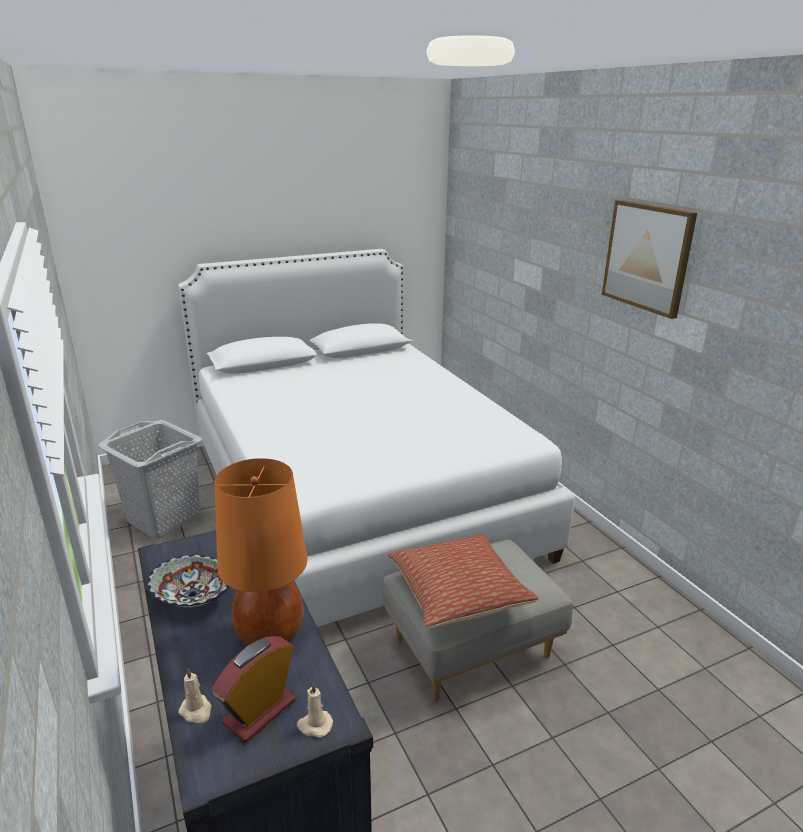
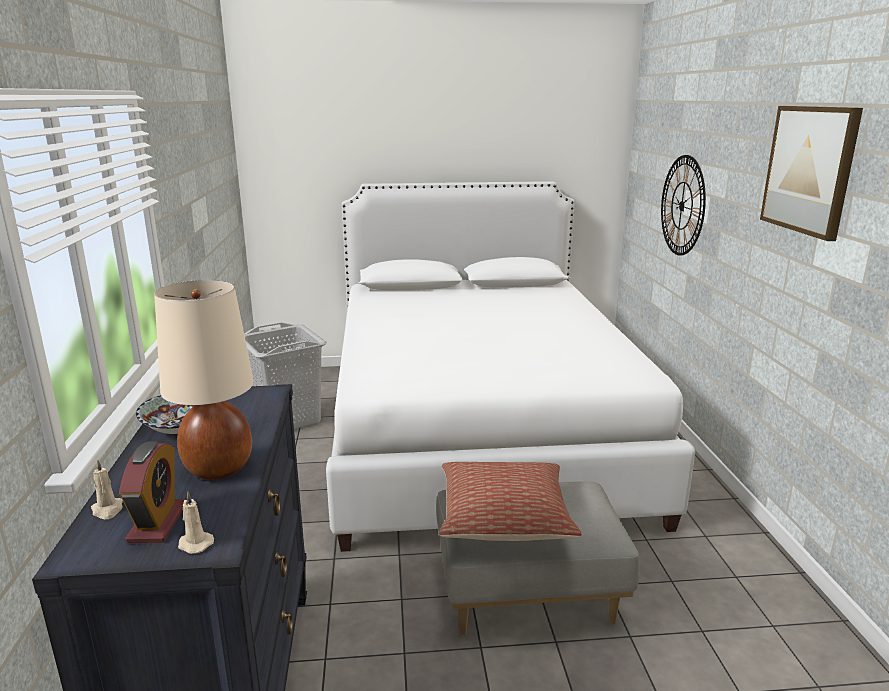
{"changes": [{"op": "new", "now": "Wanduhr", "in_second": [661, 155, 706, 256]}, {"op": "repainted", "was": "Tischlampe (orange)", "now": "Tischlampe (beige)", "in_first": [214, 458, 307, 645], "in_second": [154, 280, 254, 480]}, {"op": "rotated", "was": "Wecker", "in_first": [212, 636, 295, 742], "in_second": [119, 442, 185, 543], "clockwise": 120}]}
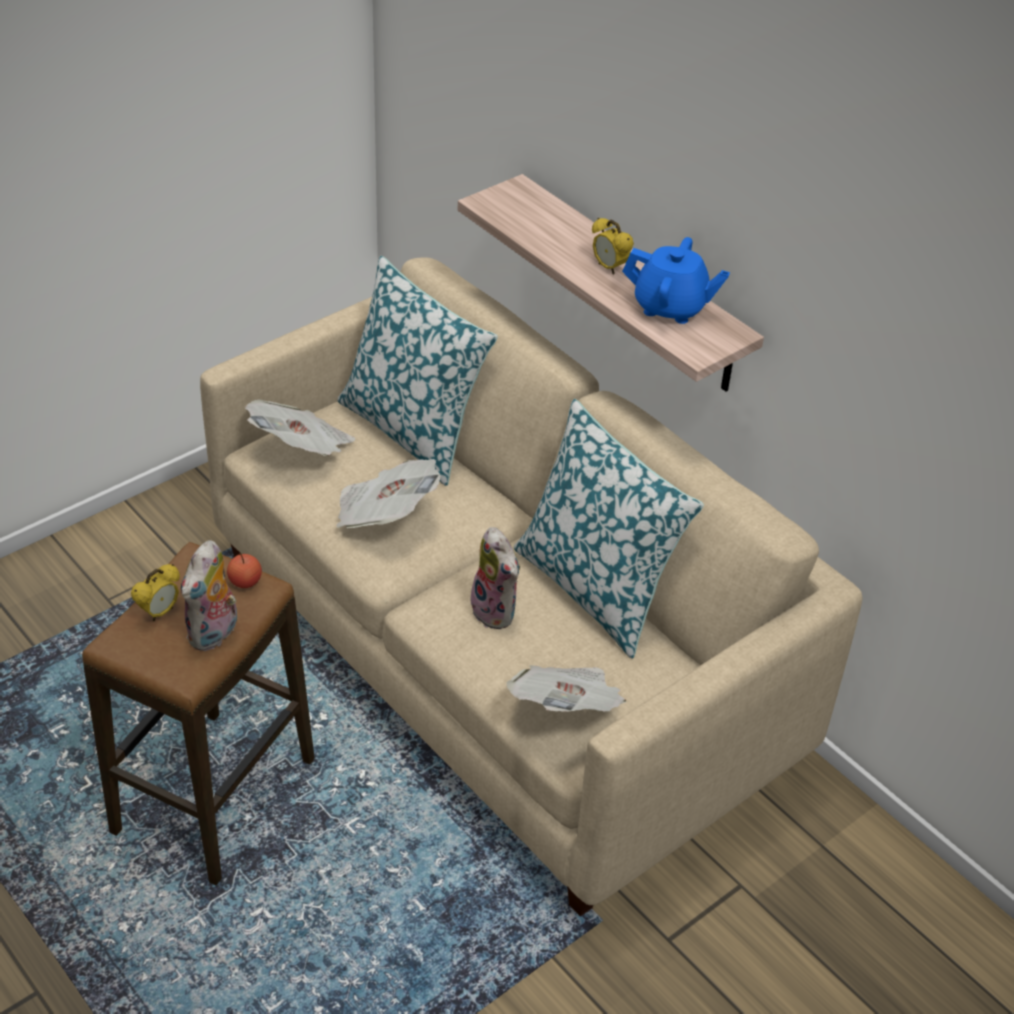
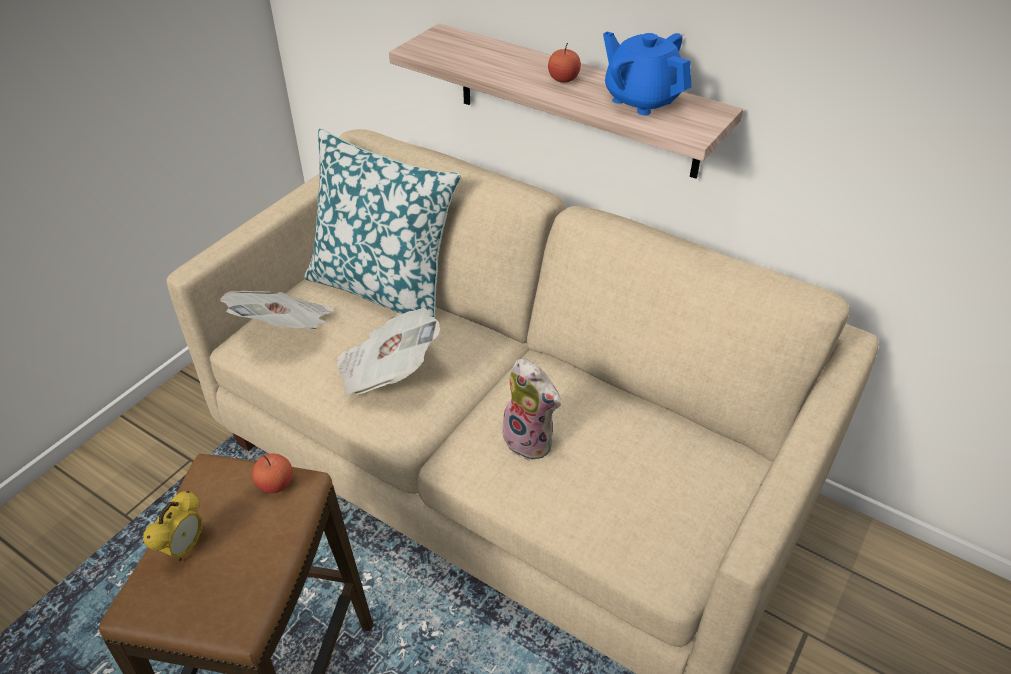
{"changes": [{"op": "gone", "was": "Plüschtier", "in_first": [181, 540, 237, 651]}, {"op": "gone", "was": "Zeitung", "in_first": [506, 665, 626, 712]}, {"op": "gone", "was": "Kissen", "in_first": [514, 399, 704, 659]}, {"op": "swapped", "was": "Wecker", "now": "Apfel", "in_first": [592, 218, 634, 275], "in_second": [548, 43, 581, 83]}, {"op": "rotated", "was": "Teekanne (blau)", "in_first": [622, 237, 730, 324], "in_second": [603, 31, 692, 116], "clockwise": -135}]}
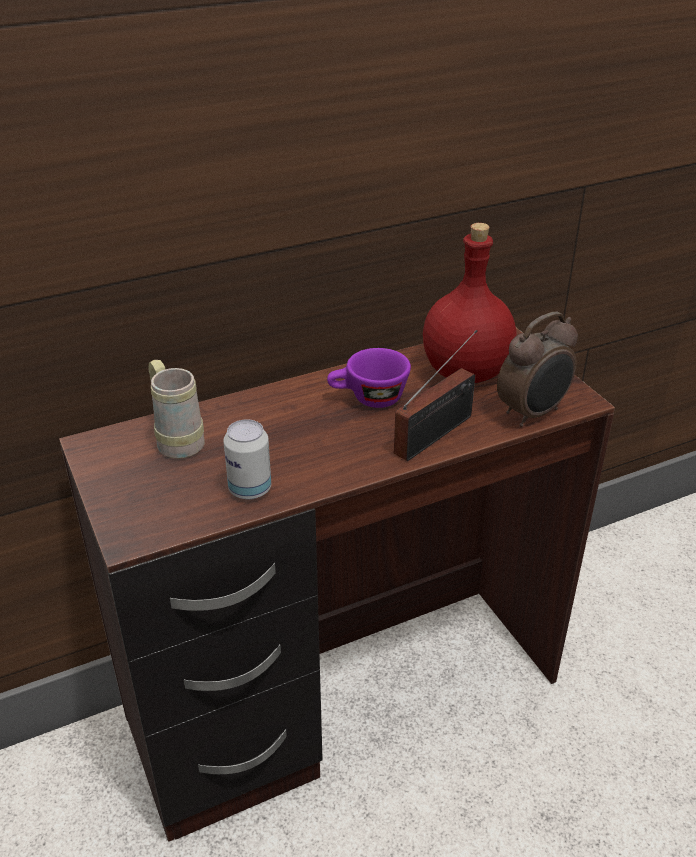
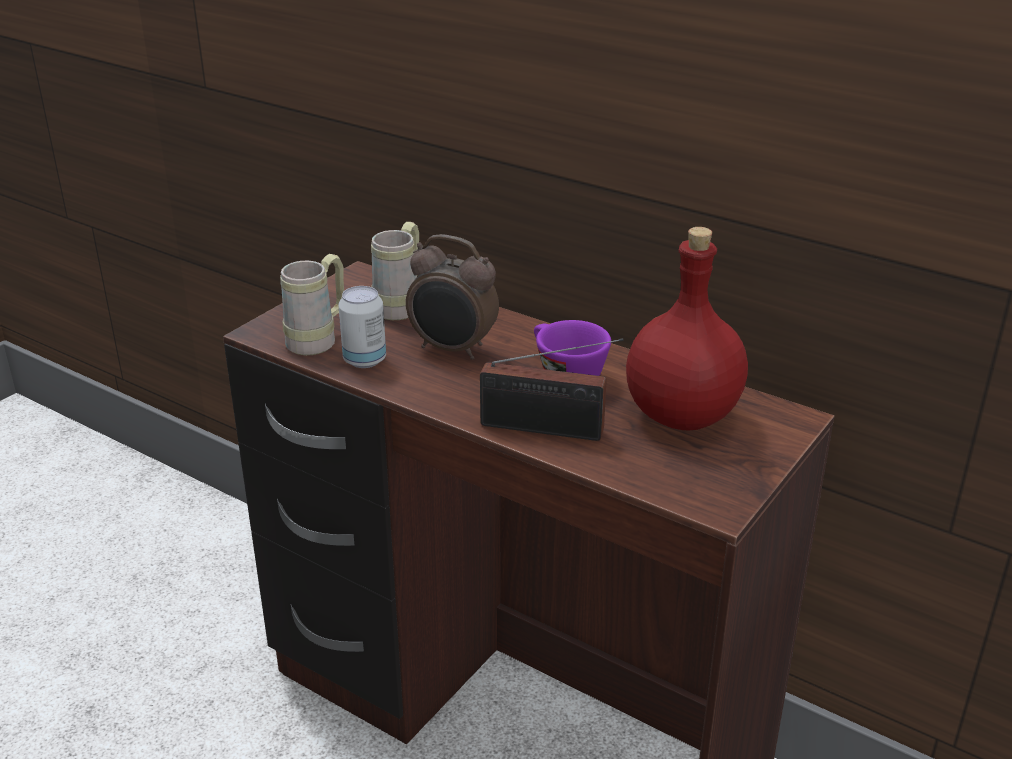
{"changes": [{"op": "new", "now": "Henkelbecher (beige)", "in_second": [280, 254, 344, 355]}, {"op": "shifted", "was": "Wecker", "in_first": [497, 312, 578, 427], "in_second": [406, 234, 499, 360]}]}
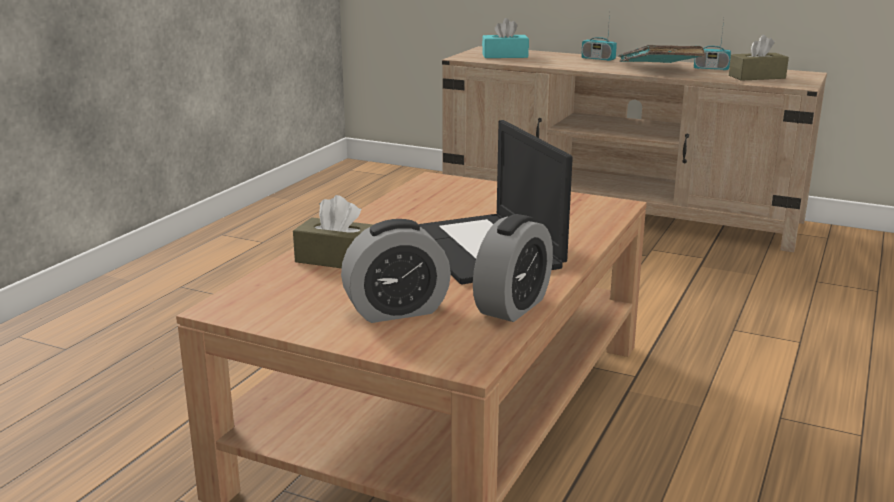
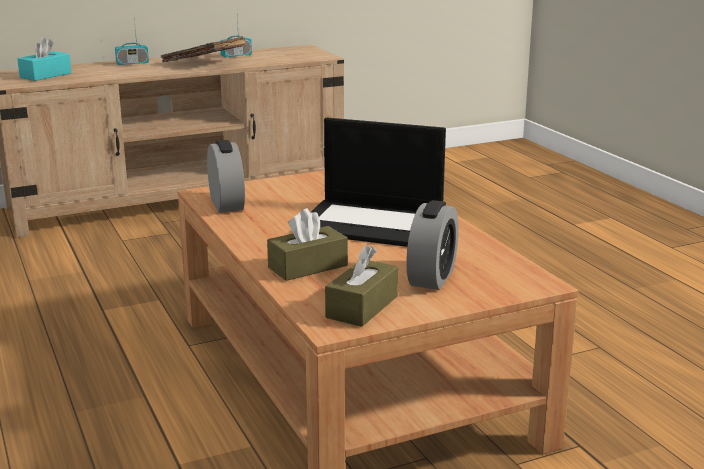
{"changes": [{"op": "shifted", "was": "Wecker", "in_first": [473, 214, 553, 322], "in_second": [207, 140, 245, 213]}, {"op": "shifted", "was": "Taschentuchbox (braun)", "in_first": [729, 35, 789, 81], "in_second": [325, 245, 398, 327]}, {"op": "repainted", "was": "Buch (türkis)", "now": "Buch (braun)", "in_first": [618, 45, 704, 63], "in_second": [161, 37, 246, 62]}]}
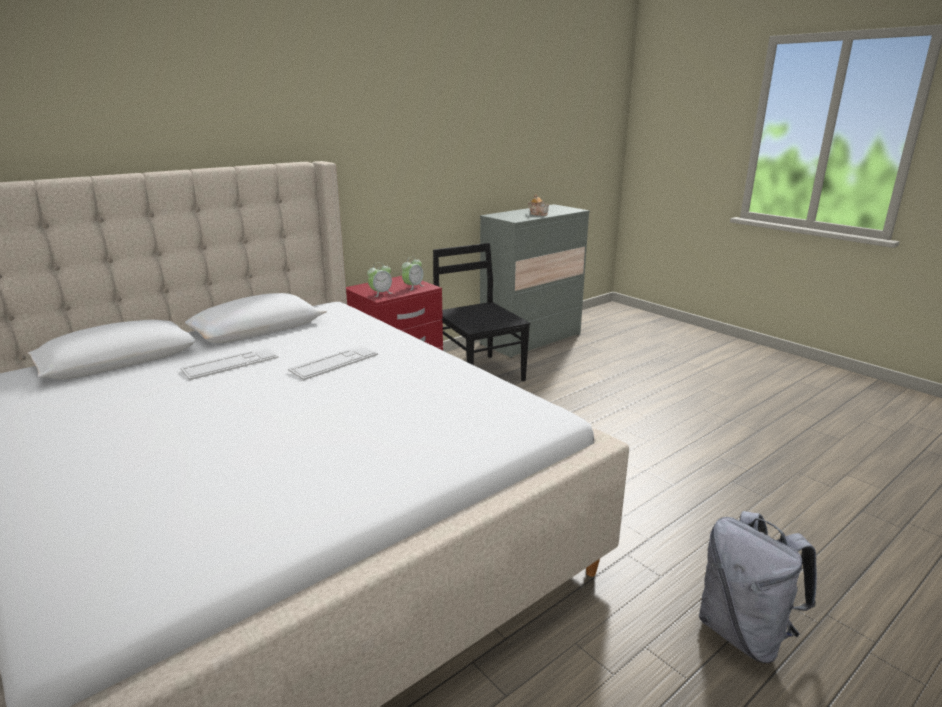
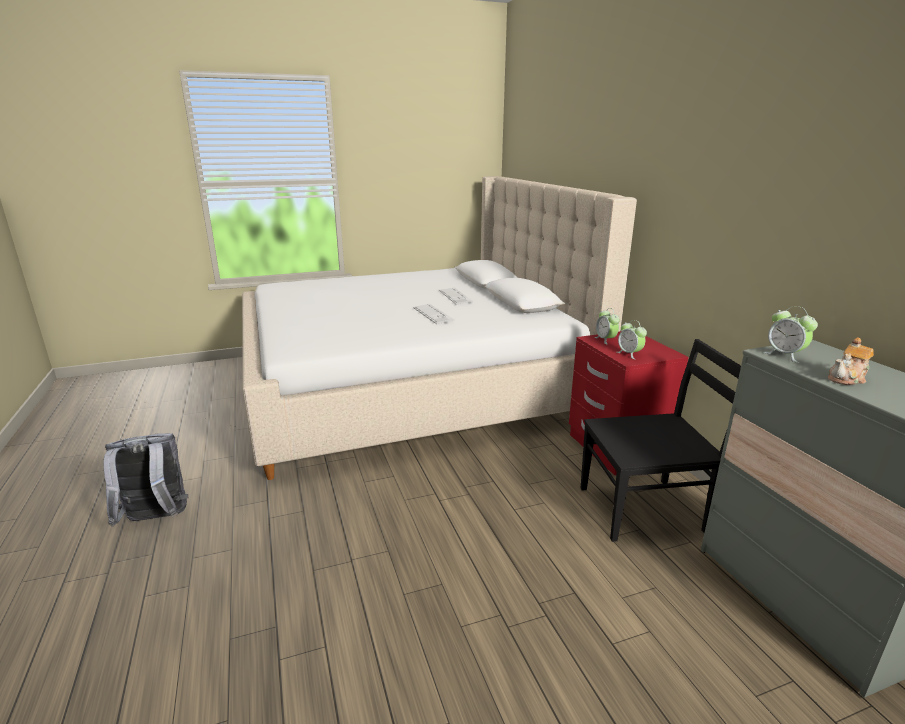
{"changes": [{"op": "new", "now": "Wecker", "in_second": [763, 306, 818, 363]}]}
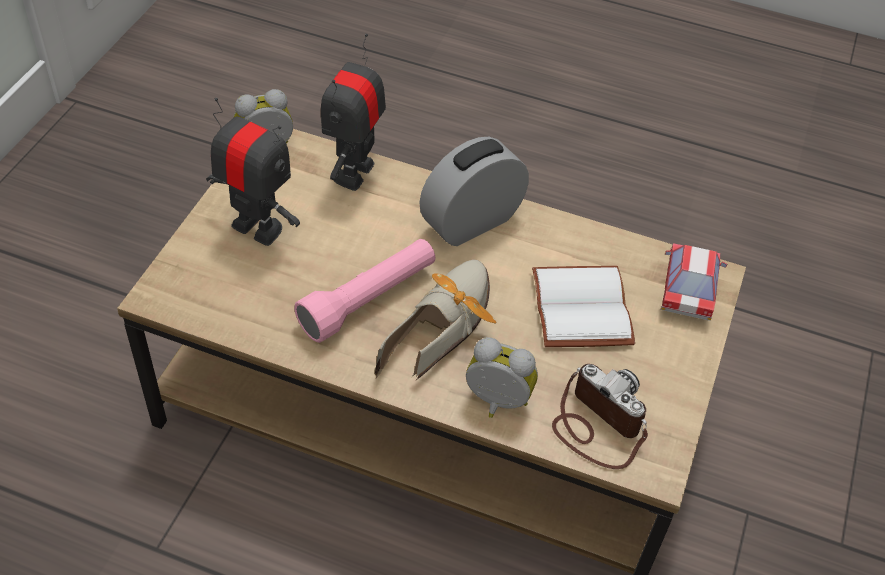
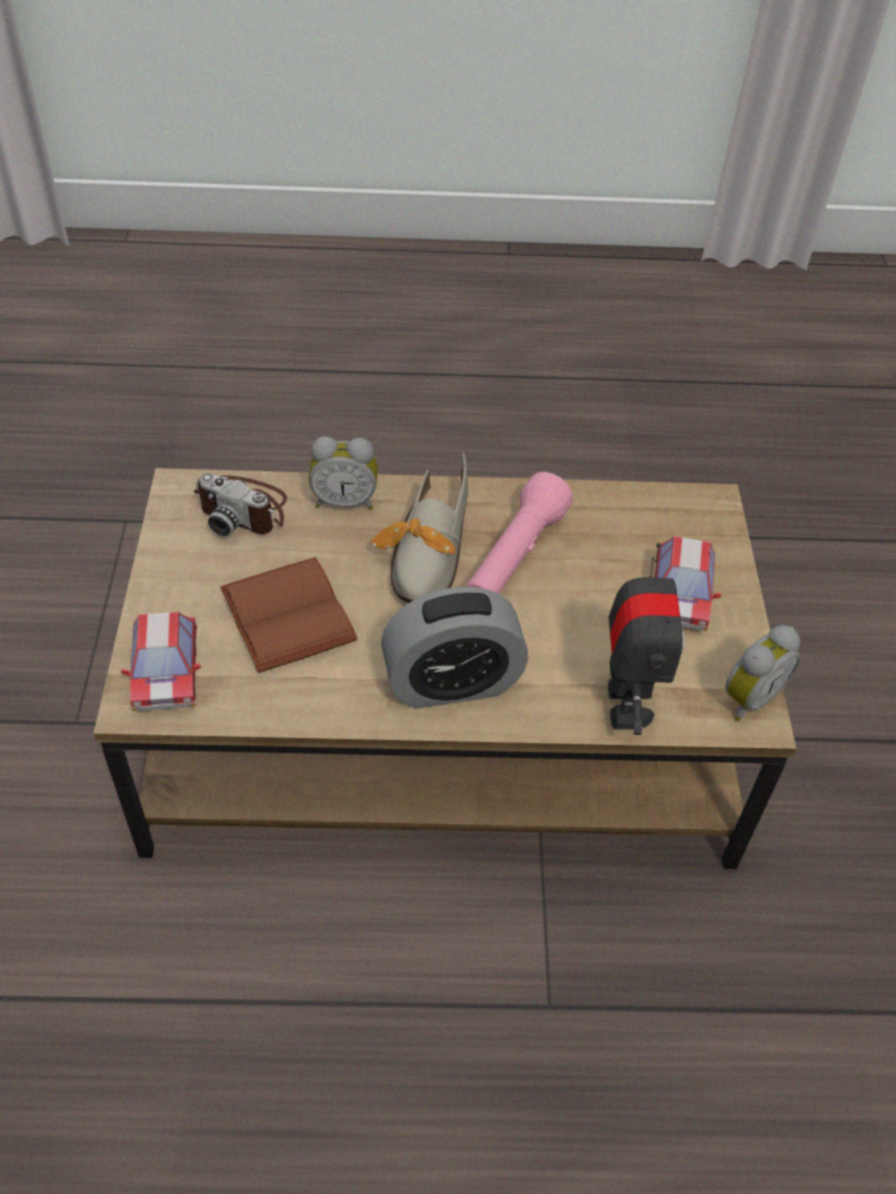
{"changes": [{"op": "swapped", "was": "Spielzeugroboter", "now": "Spielzeugauto", "in_first": [206, 98, 300, 246], "in_second": [655, 536, 721, 631]}, {"op": "repainted", "was": "Buch (weiß)", "now": "Buch (braun)", "in_first": [532, 266, 635, 347], "in_second": [220, 557, 358, 673]}, {"op": "rotated", "was": "Wecker", "in_first": [419, 137, 529, 246], "in_second": [381, 587, 528, 709], "clockwise": 45}]}
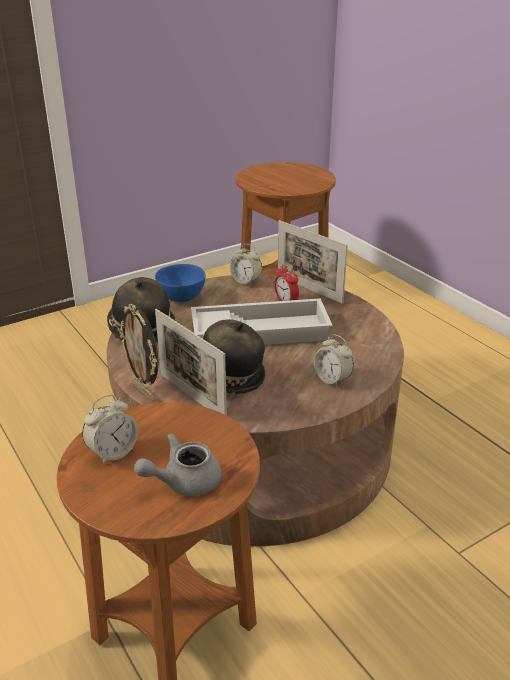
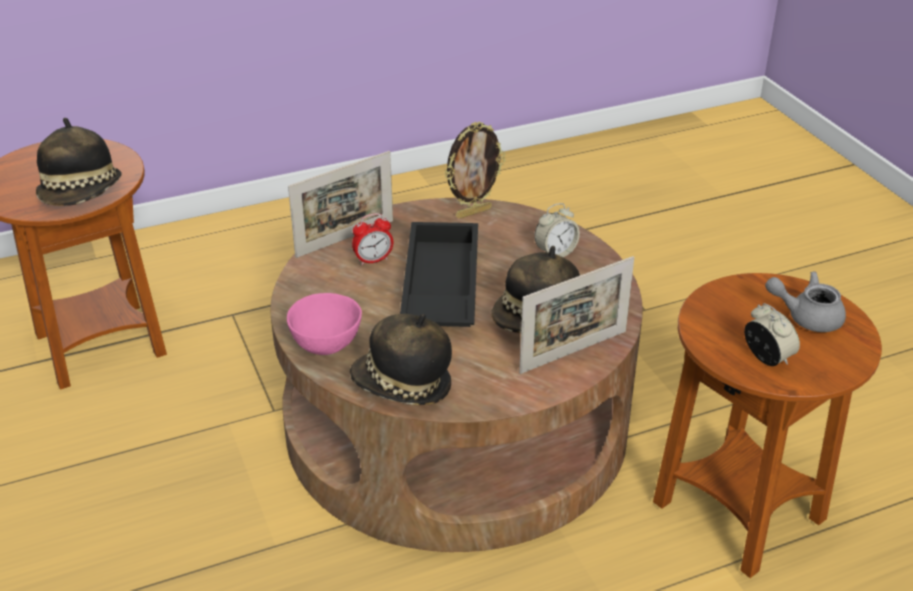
{"changes": [{"op": "gone", "was": "Wecker", "in_first": [230, 244, 262, 286]}, {"op": "new", "now": "Hut", "in_second": [36, 118, 122, 206]}, {"op": "shifted", "was": "Bilderrahmen", "in_first": [119, 304, 159, 402], "in_second": [444, 122, 505, 219]}, {"op": "repainted", "was": "Schüssel (blau)", "now": "Schüssel (rosa)", "in_first": [155, 264, 206, 302], "in_second": [287, 293, 362, 355]}, {"op": "repainted", "was": "Tablett (weiß)", "now": "Tablett (schwarz)", "in_first": [191, 298, 333, 345], "in_second": [400, 222, 478, 327]}, {"op": "rotated", "was": "Teekanne (grau)", "in_first": [134, 433, 221, 496], "in_second": [765, 271, 846, 332], "clockwise": 120}]}
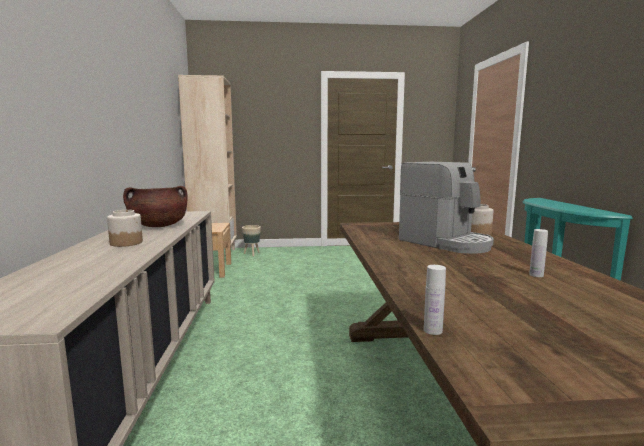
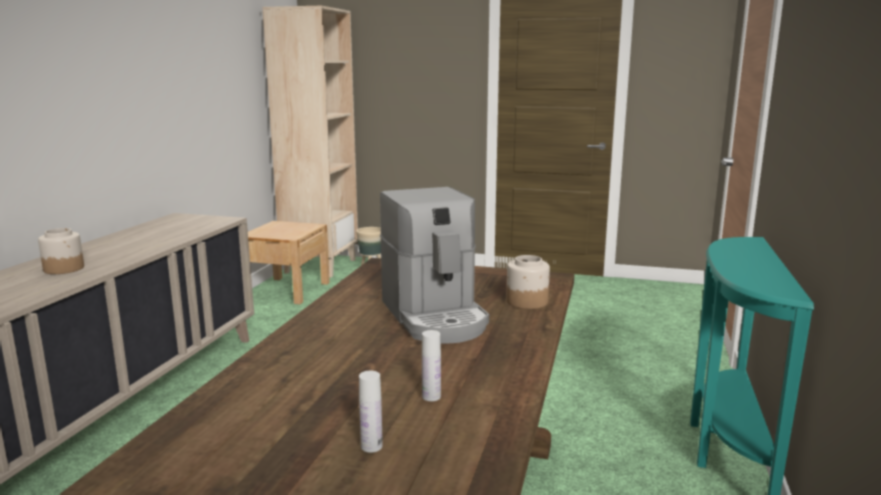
{"changes": [{"op": "gone", "was": "Kochtopf (braun)", "in_first": [123, 186, 188, 227]}, {"op": "shifted", "was": "Flasche (weiß)", "in_first": [424, 265, 446, 335], "in_second": [359, 371, 383, 453]}]}
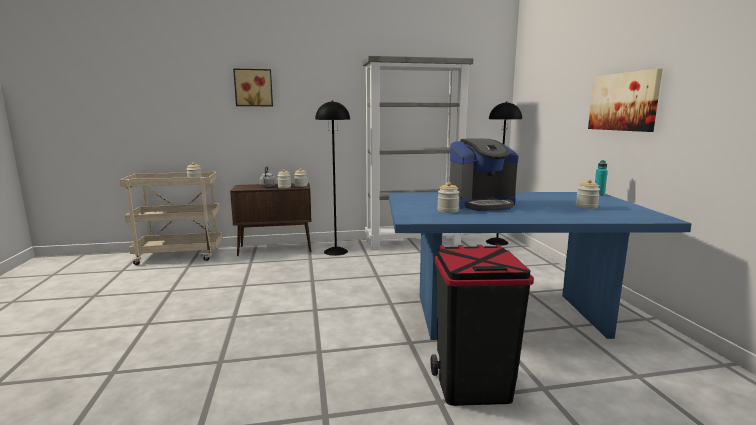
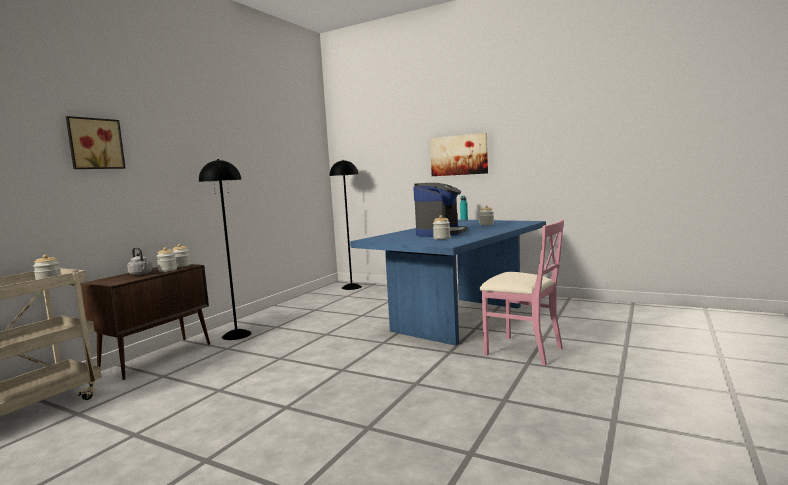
{"changes": [{"op": "gone", "was": "Bücherregal (grau)", "in_first": [362, 56, 473, 250]}, {"op": "swapped", "was": "Mülleimer (schwarz)", "now": "Stuhl (rosa)", "in_first": [431, 244, 534, 406], "in_second": [480, 220, 564, 366]}]}
